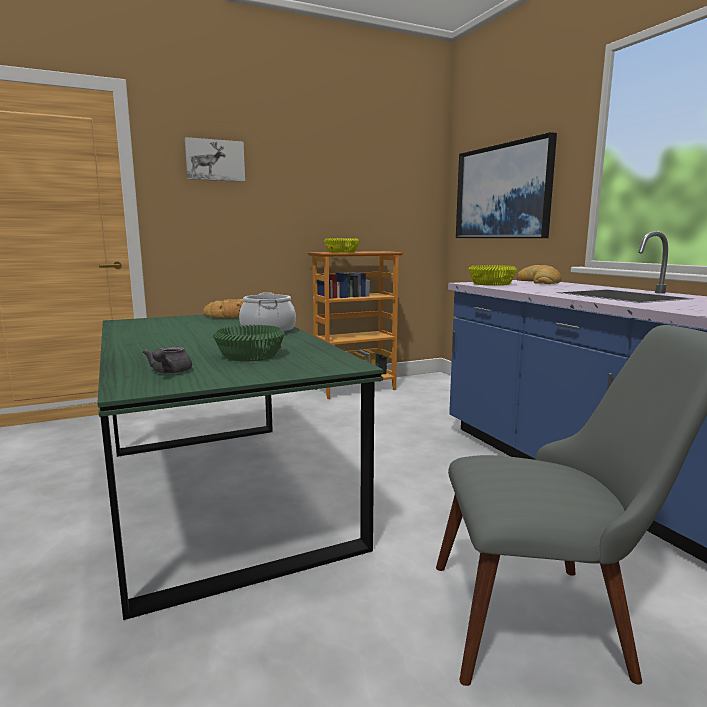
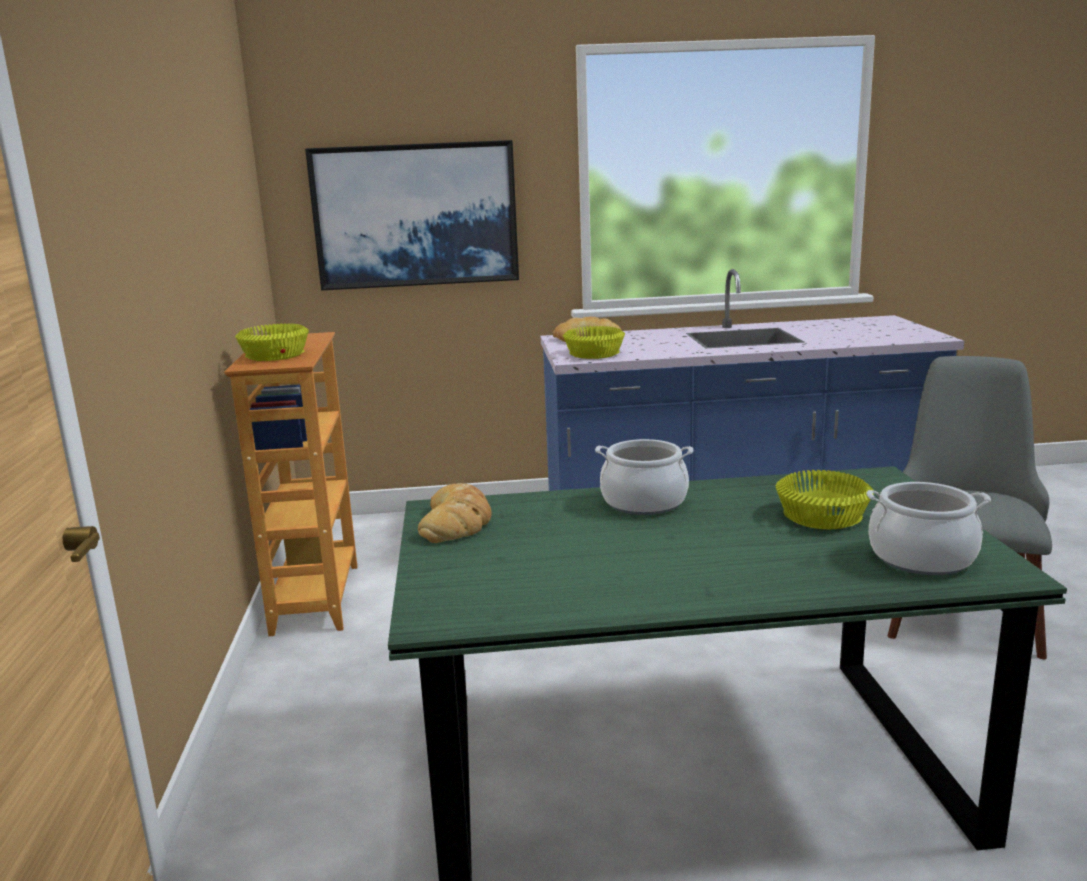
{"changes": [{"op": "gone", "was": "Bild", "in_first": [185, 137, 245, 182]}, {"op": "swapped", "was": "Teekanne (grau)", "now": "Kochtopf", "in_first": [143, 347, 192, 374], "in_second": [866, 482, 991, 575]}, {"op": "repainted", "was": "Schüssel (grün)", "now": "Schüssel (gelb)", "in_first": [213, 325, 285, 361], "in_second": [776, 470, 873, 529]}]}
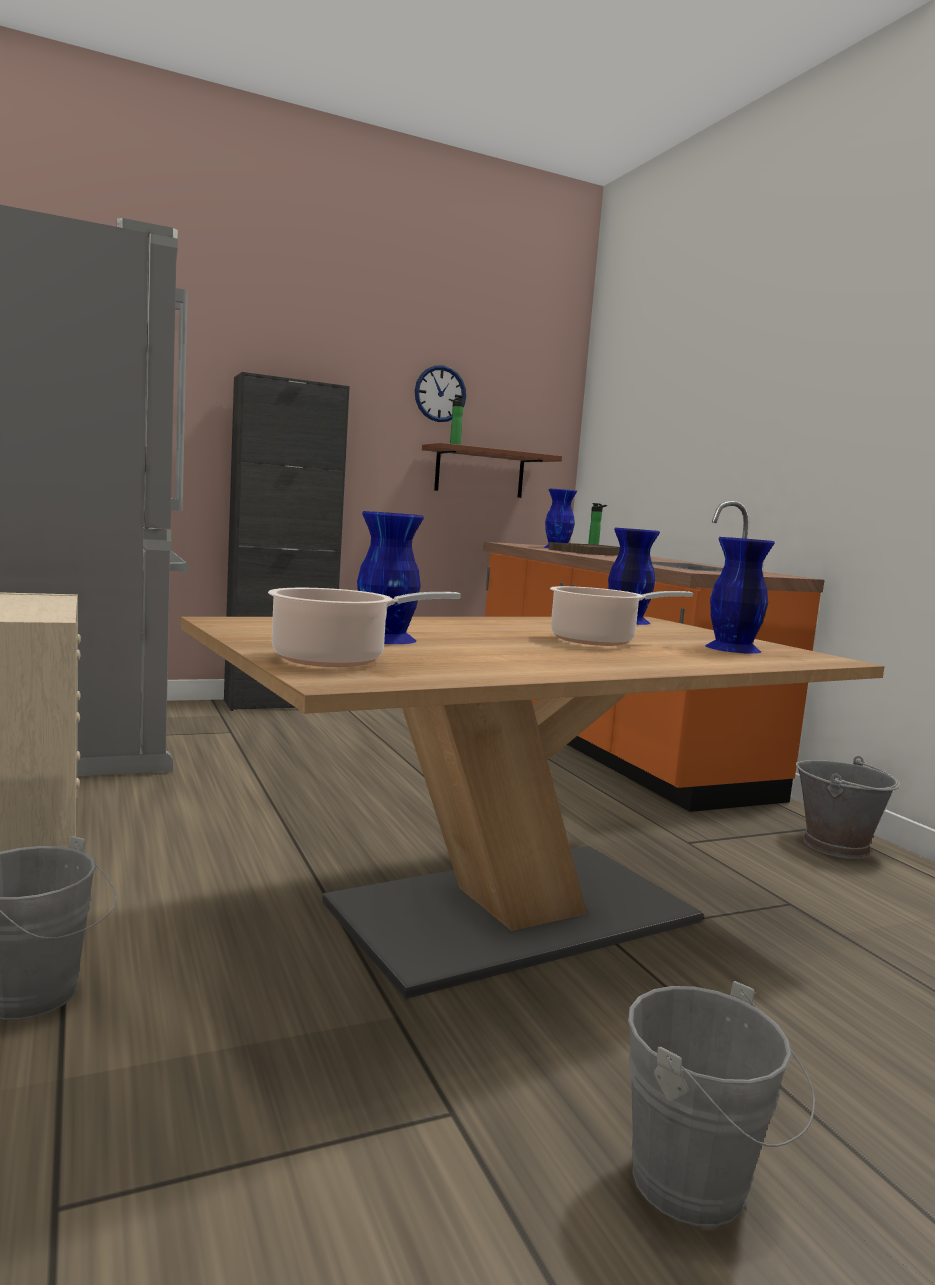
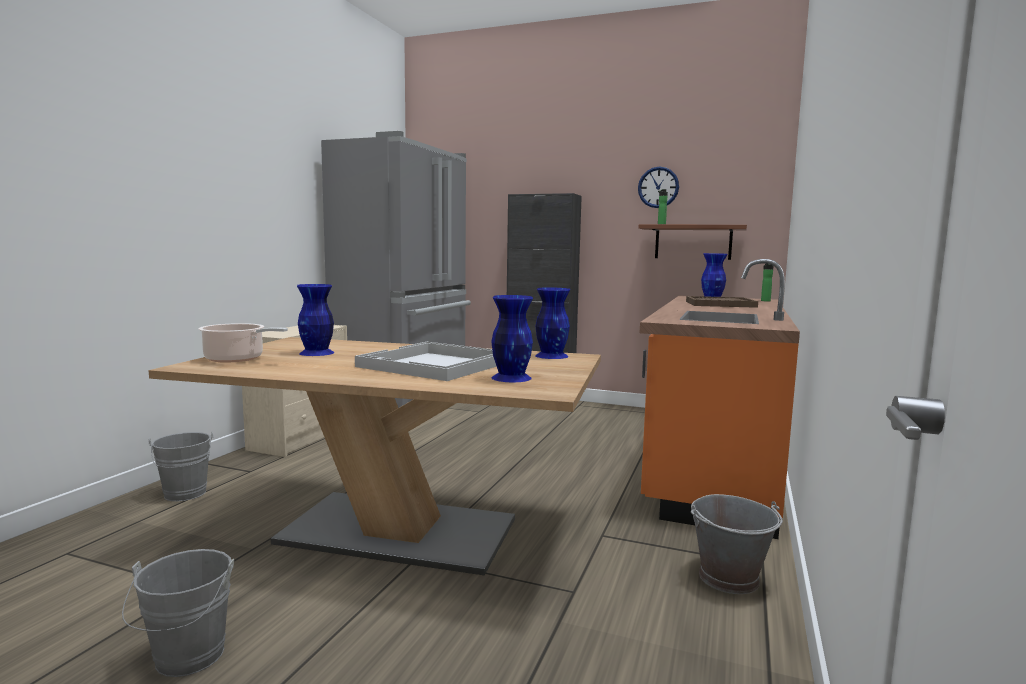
{"changes": [{"op": "swapped", "was": "Kochtopf", "now": "Tablett (weiß)", "in_first": [550, 586, 693, 646], "in_second": [355, 342, 497, 381]}]}
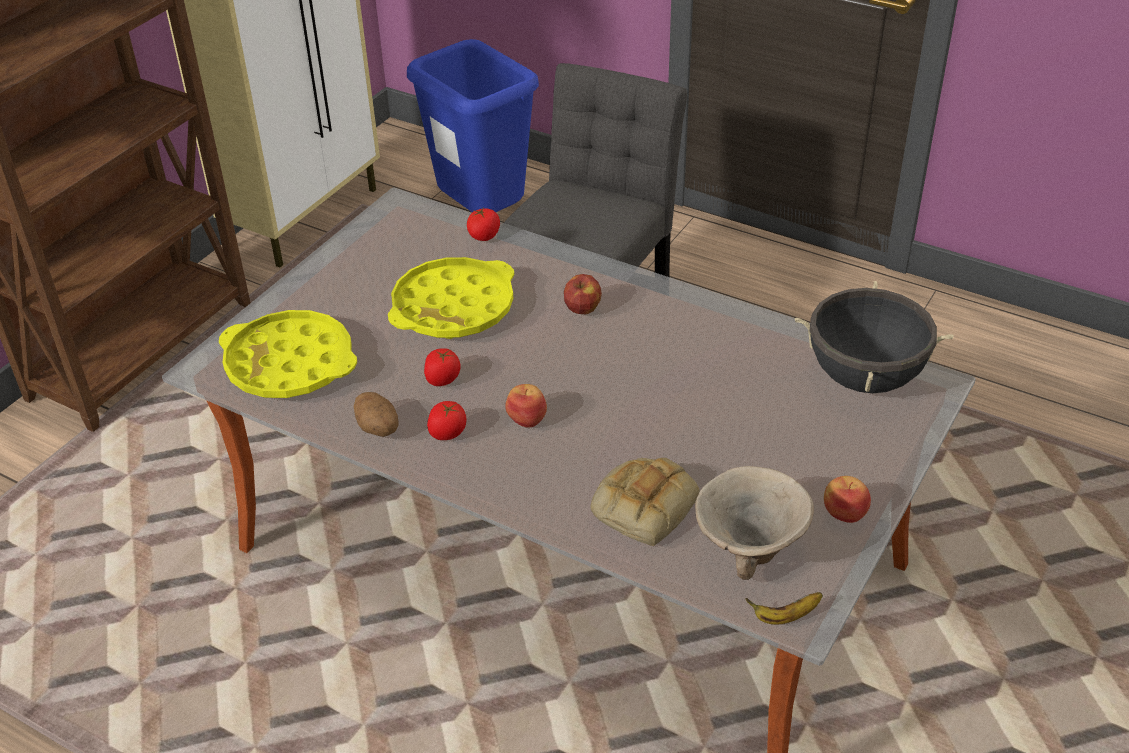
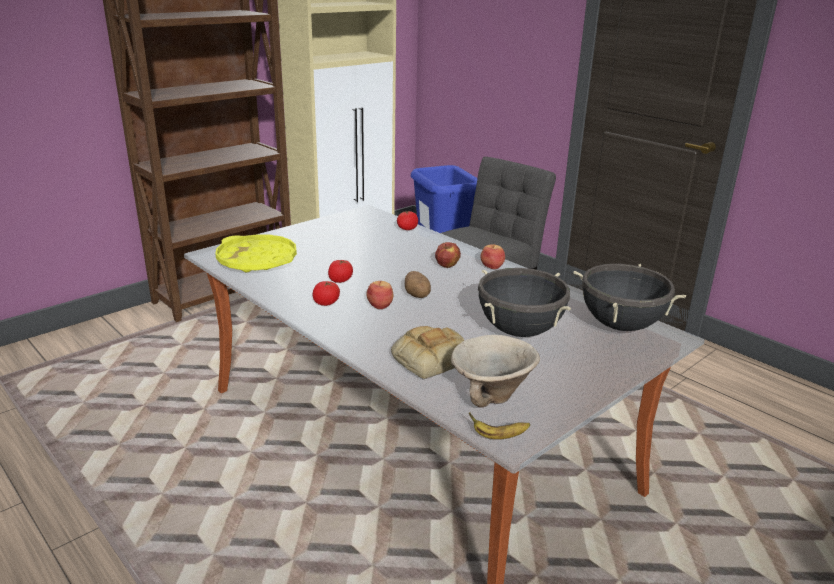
{"changes": [{"op": "gone", "was": "Tablett (gelb)", "in_first": [388, 257, 514, 339]}, {"op": "new", "now": "Kochtopf (schwarz)", "in_second": [478, 268, 571, 337]}, {"op": "shifted", "was": "Kartoffel", "in_first": [354, 392, 399, 437], "in_second": [405, 271, 431, 298]}, {"op": "shifted", "was": "Apfel", "in_first": [824, 476, 871, 523], "in_second": [480, 244, 505, 269]}]}
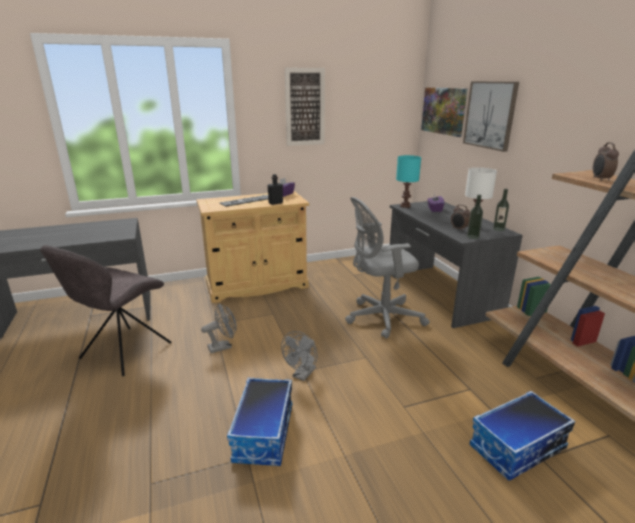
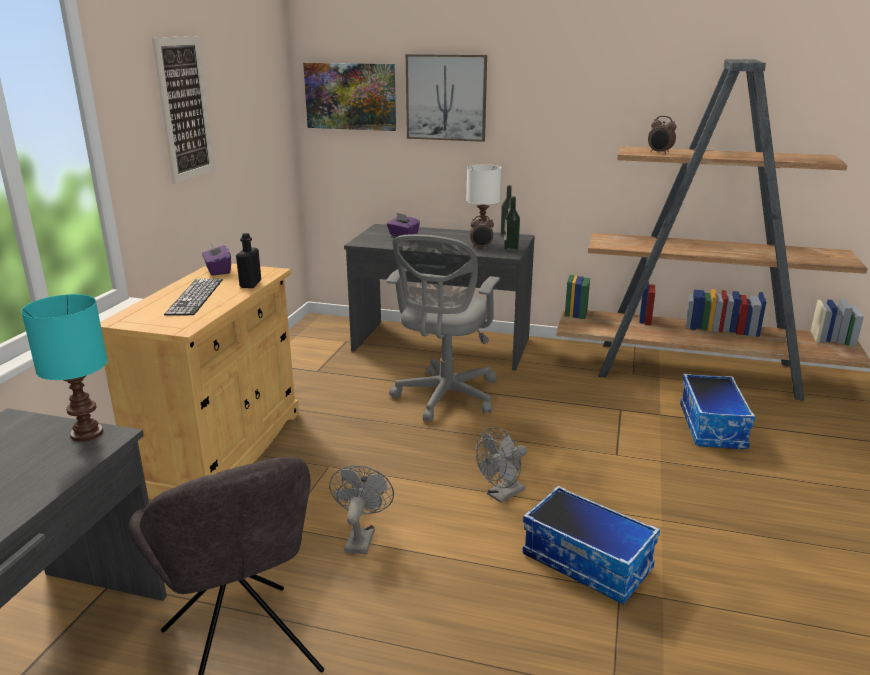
{"changes": [{"op": "shifted", "was": "Tischlampe (türkis)", "in_first": [396, 155, 421, 208], "in_second": [21, 294, 108, 442]}, {"op": "rotated", "was": "Ventilator (grau)", "in_first": [281, 331, 317, 381], "in_second": [476, 427, 527, 503], "clockwise": 75}]}
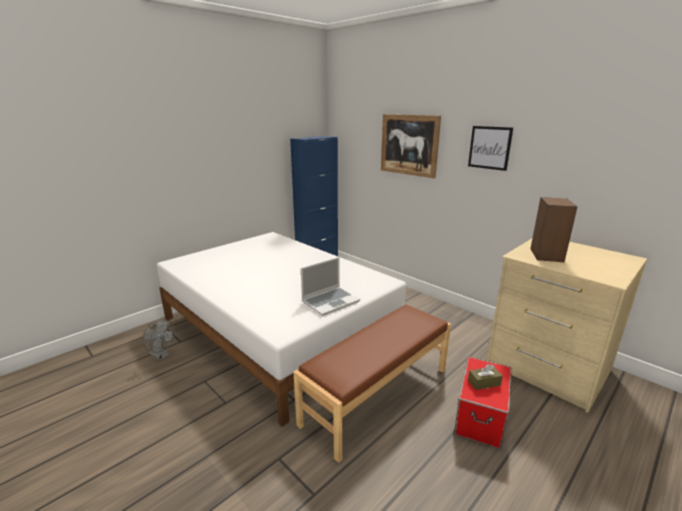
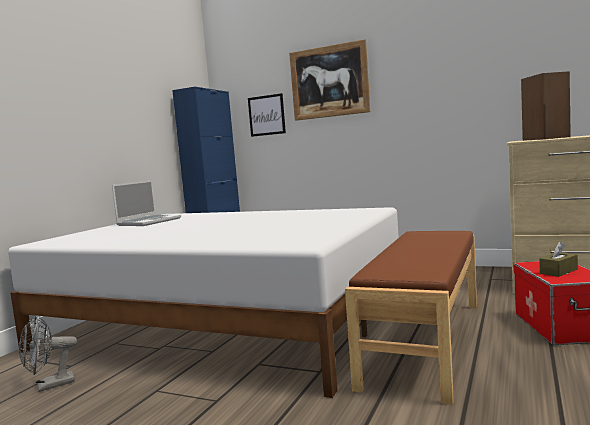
{"changes": [{"op": "shifted", "was": "Laptop", "in_first": [301, 257, 360, 316], "in_second": [112, 180, 181, 226]}, {"op": "shifted", "was": "Bild", "in_first": [468, 126, 513, 171], "in_second": [248, 93, 286, 137]}, {"op": "rotated", "was": "Ventilator (grau)", "in_first": [142, 319, 175, 361], "in_second": [19, 315, 77, 392], "clockwise": 135}]}
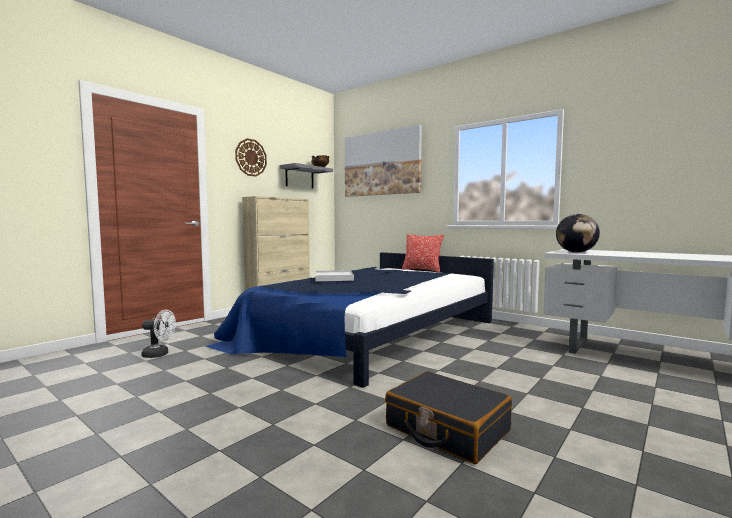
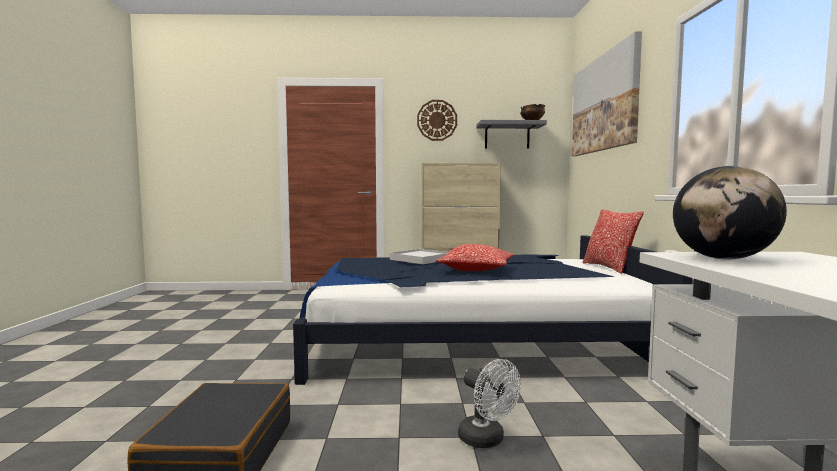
{"changes": [{"op": "new", "now": "Kissen", "in_second": [436, 244, 514, 271]}, {"op": "shifted", "was": "Ventilator (weiß)", "in_first": [141, 310, 176, 358], "in_second": [458, 359, 521, 448]}]}
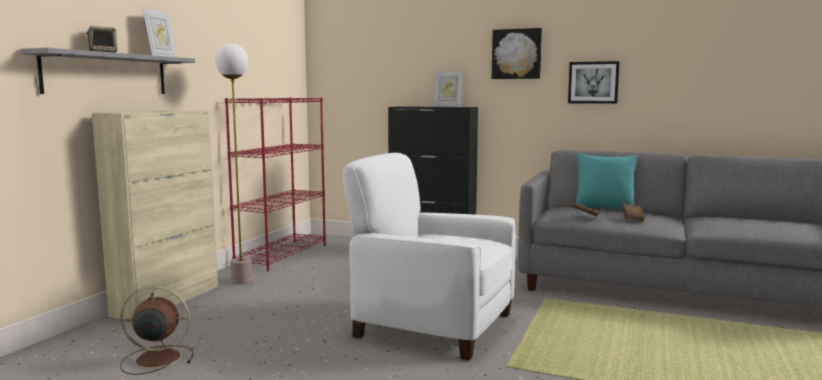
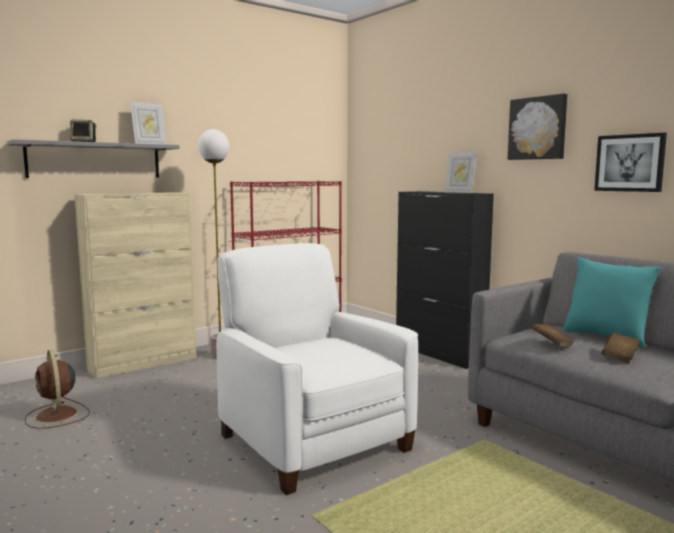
{"changes": [{"op": "rotated", "was": "Ventilator (braun)", "in_first": [120, 286, 193, 375], "in_second": [25, 349, 90, 429], "clockwise": -150}]}
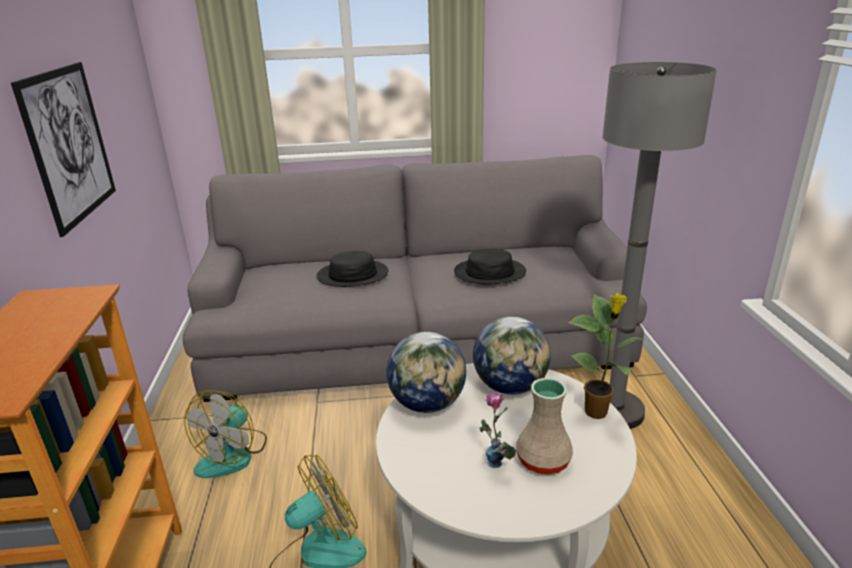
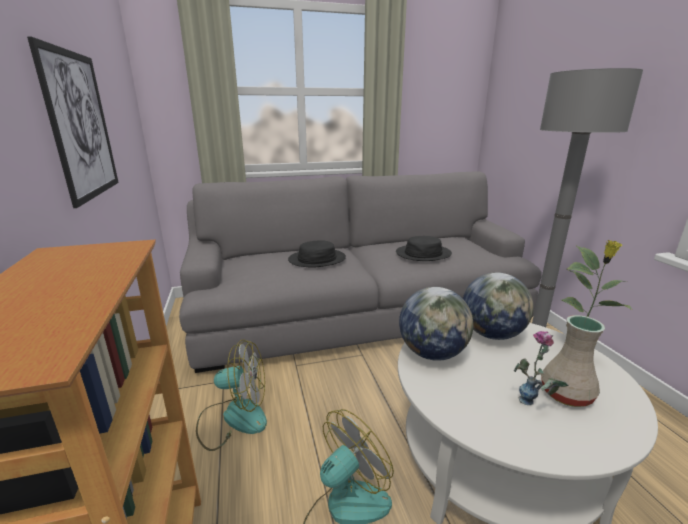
{"changes": [{"op": "rotated", "was": "Ventilator", "in_first": [184, 390, 267, 478], "in_second": [196, 340, 267, 451], "clockwise": -105}]}
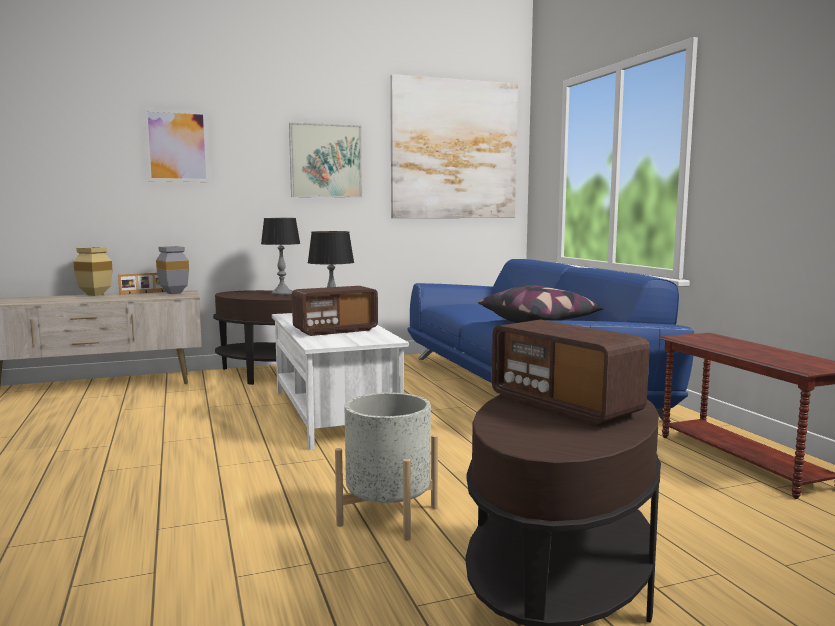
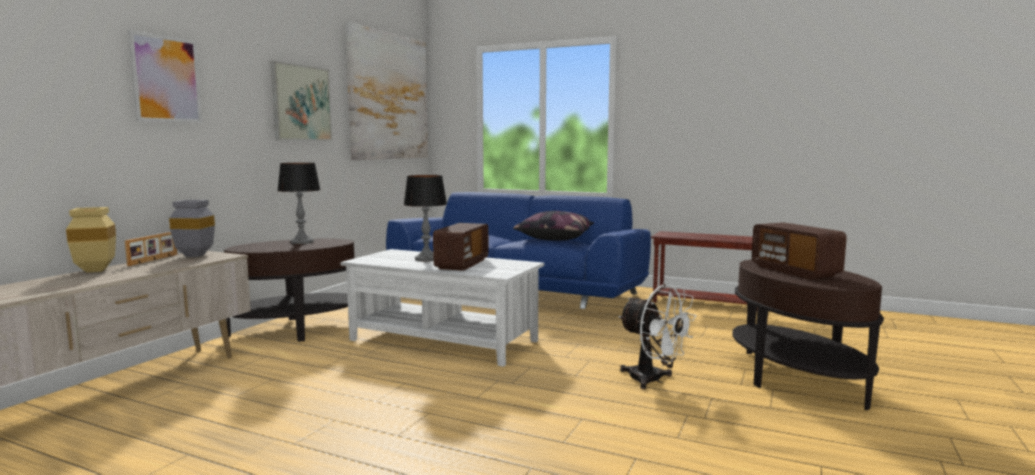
{"changes": [{"op": "swapped", "was": "Pflanzkübel (grau)", "now": "Ventilator (weiß)", "in_first": [335, 393, 438, 541], "in_second": [618, 284, 697, 389]}, {"op": "rotated", "was": "Radio", "in_first": [492, 320, 650, 427], "in_second": [752, 222, 847, 279], "clockwise": 60}]}
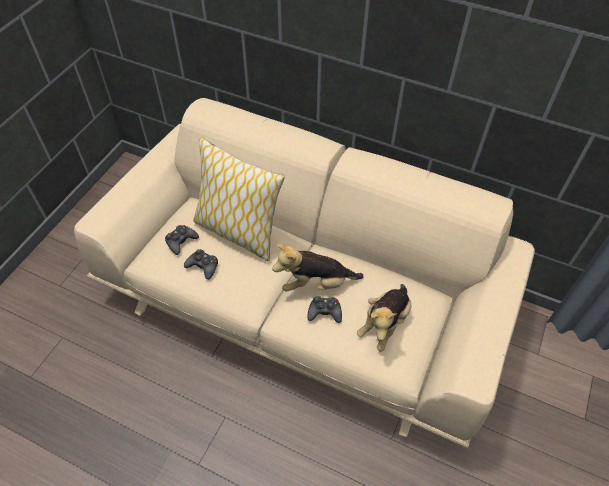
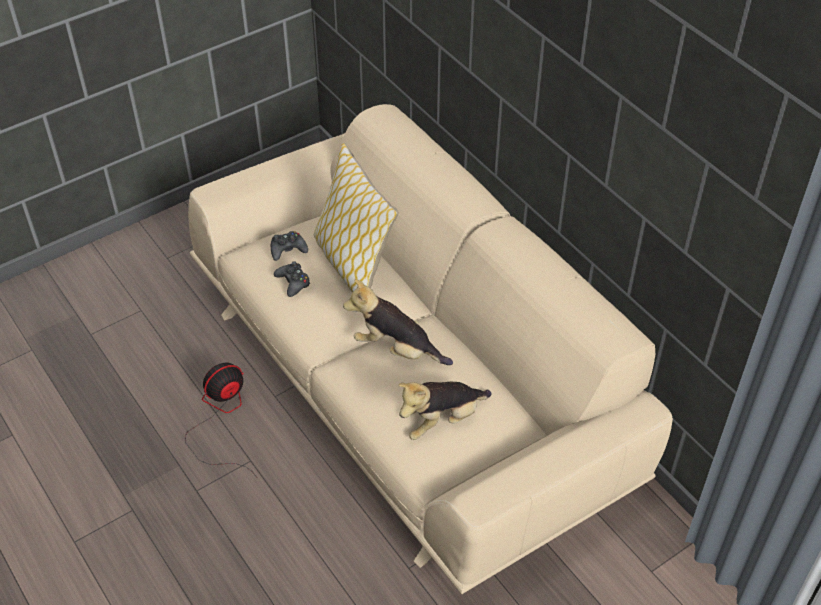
{"changes": [{"op": "gone", "was": "Gamepad (schwarz)", "in_first": [307, 296, 342, 323]}, {"op": "new", "now": "Ventilator", "in_second": [185, 363, 258, 479]}]}
